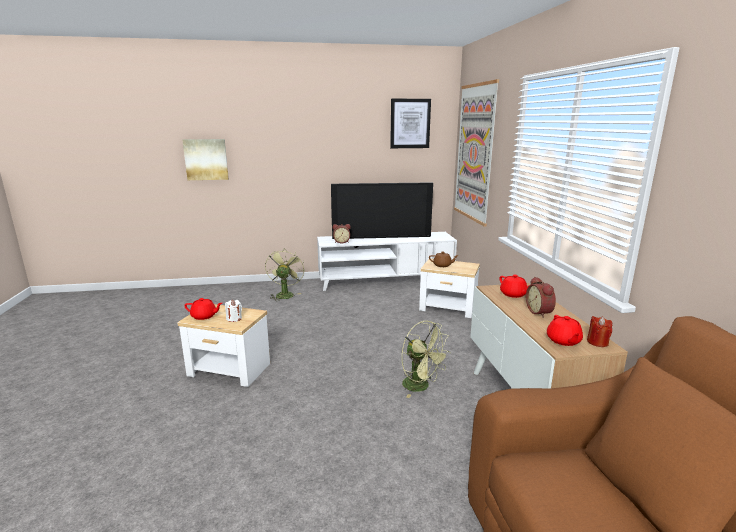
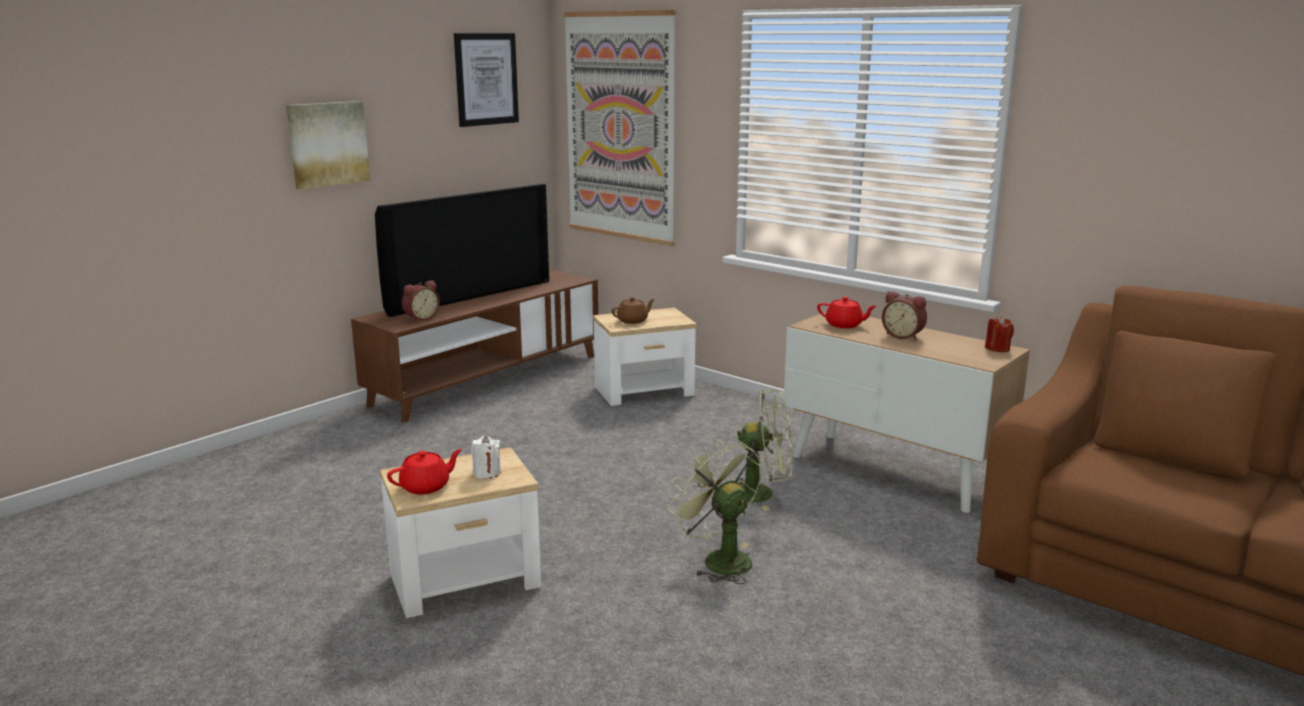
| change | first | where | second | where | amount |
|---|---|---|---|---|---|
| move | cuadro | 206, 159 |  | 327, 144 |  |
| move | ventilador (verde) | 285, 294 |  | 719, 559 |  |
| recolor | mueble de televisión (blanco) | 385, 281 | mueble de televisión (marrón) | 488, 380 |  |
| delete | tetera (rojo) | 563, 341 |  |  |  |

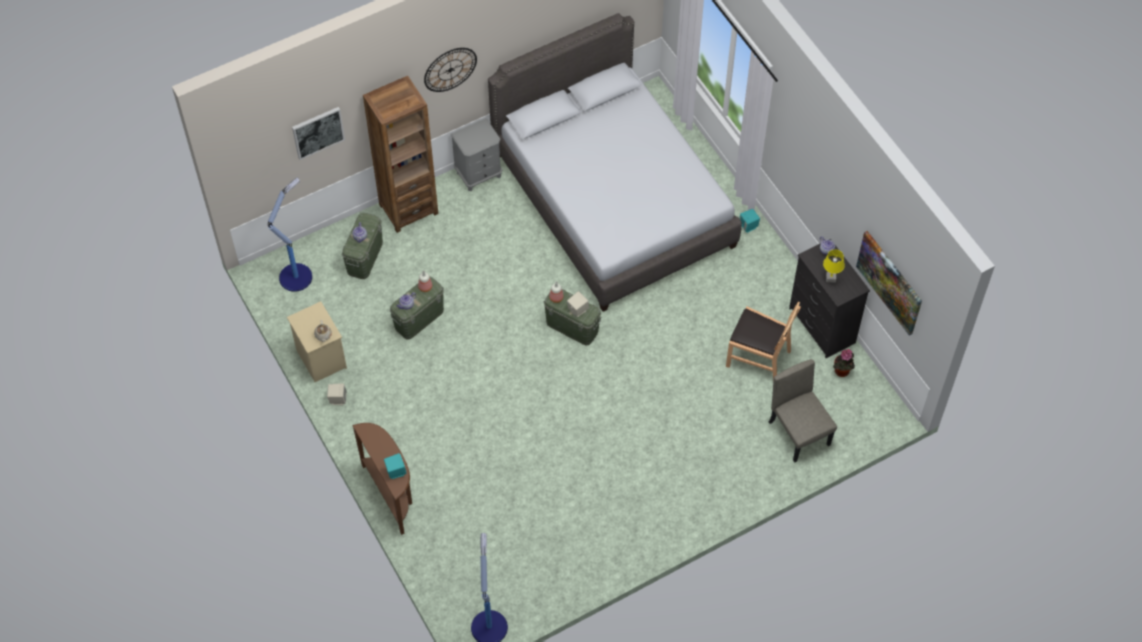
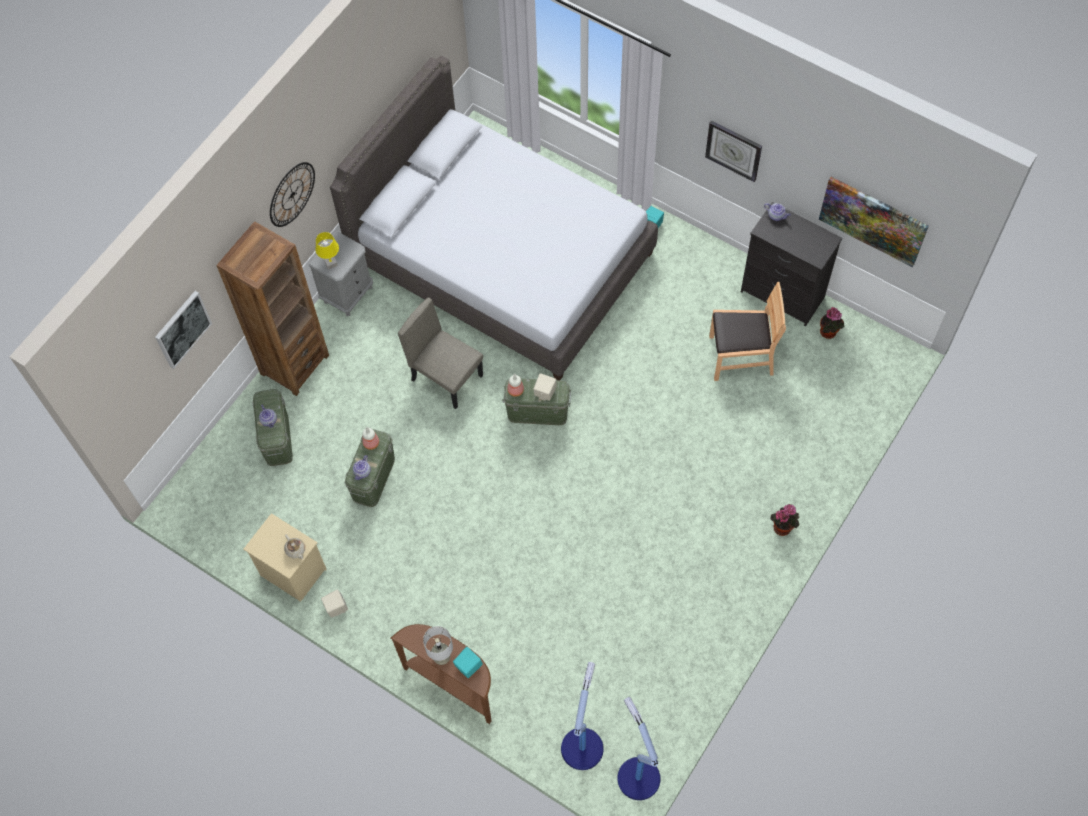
| change | first | where | second | where | amount |
|---|---|---|---|---|---|
| move | lámpara de pie | 296, 276 |  | 582, 746 |  |
| move | silla (beis) | 799, 433 |  | 447, 377 |  |
| move | lámpara de mesa (amarillo) | 830, 278 |  | 331, 264 |  |
| insert |  |  | lámpara de mesa (gris) | 441, 657 |  |
| insert |  |  | reloj de pared | 733, 150 |  |
| insert |  |  | planta en maceta | 783, 526 |  |

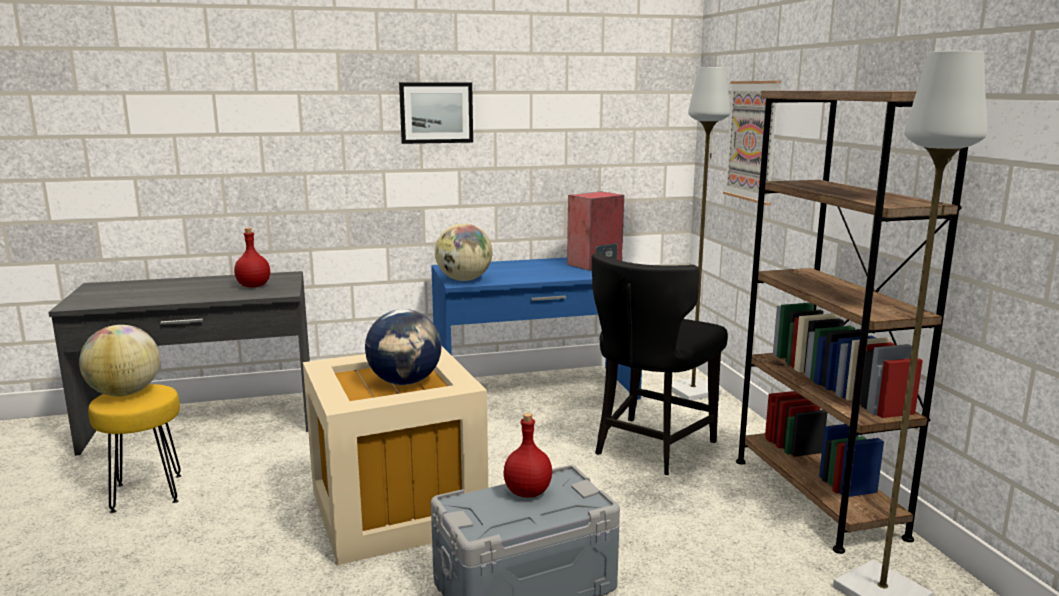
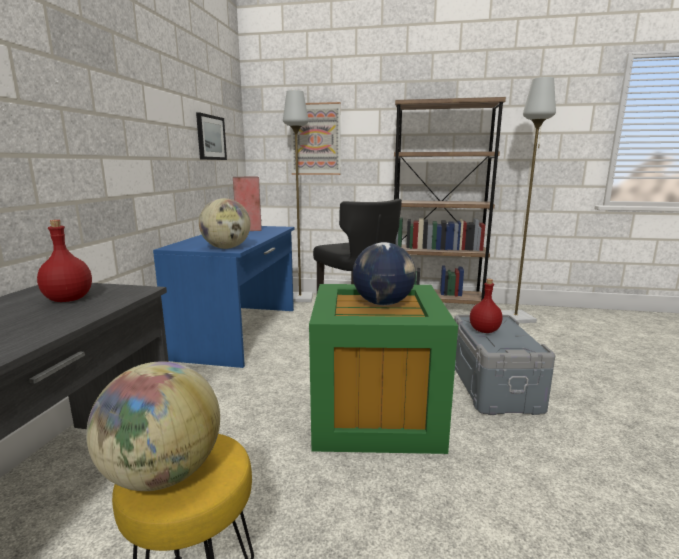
| change | first | where | second | where | amount |
|---|---|---|---|---|---|
| recolor | caja de almacenaje (beis) | 398, 508 | caja de almacenaje (verde) | 373, 412 |  |
| move | cuadro | 436, 112 |  | 210, 137 |  |

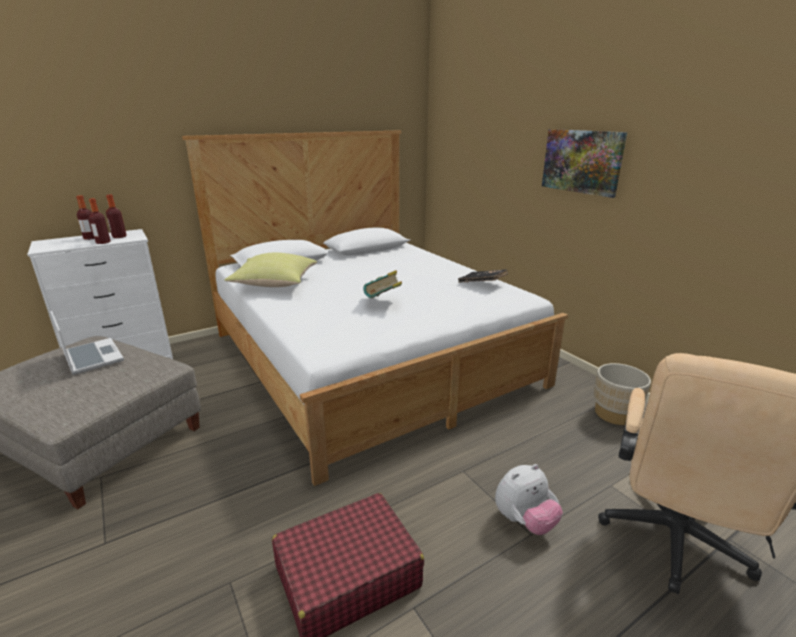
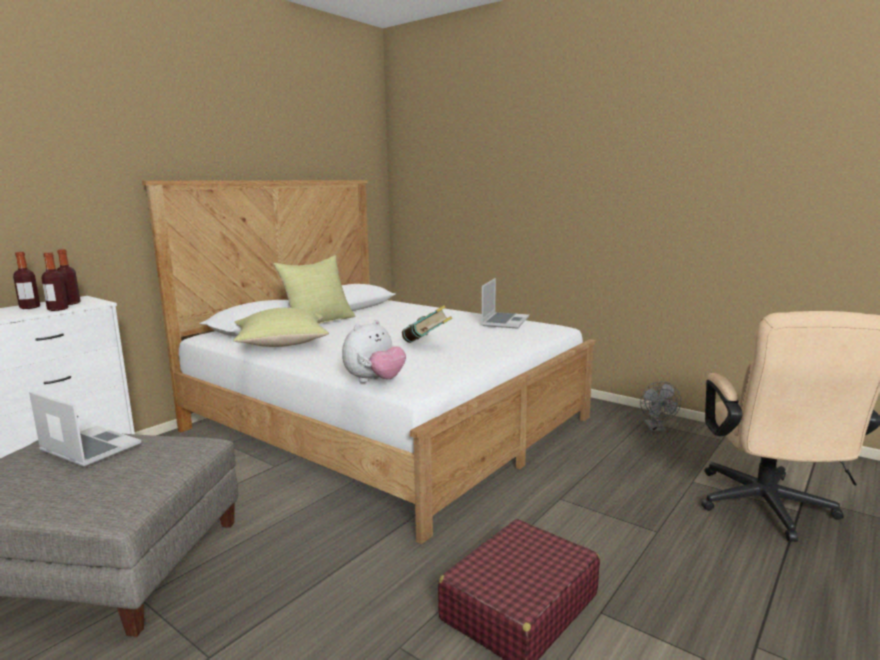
| change | first | where | second | where | amount |
|---|---|---|---|---|---|
| replace | libro (negro) | 482, 283 | portátil | 504, 321 |  |
| move | peluche | 524, 521 |  | 374, 381 |  |
| delete | cuadro | 582, 161 |  |  |  |
| replace | maceta (beis) | 615, 414 | ventilador (gris) | 656, 429 |  |
| insert |  |  | cojín (amarillo) | 318, 322 |  |

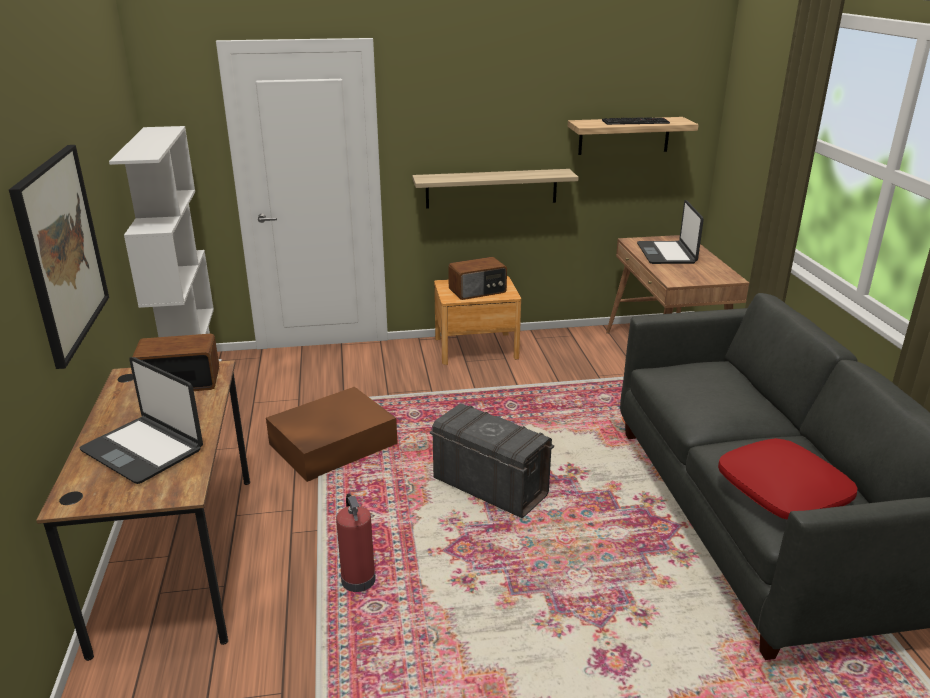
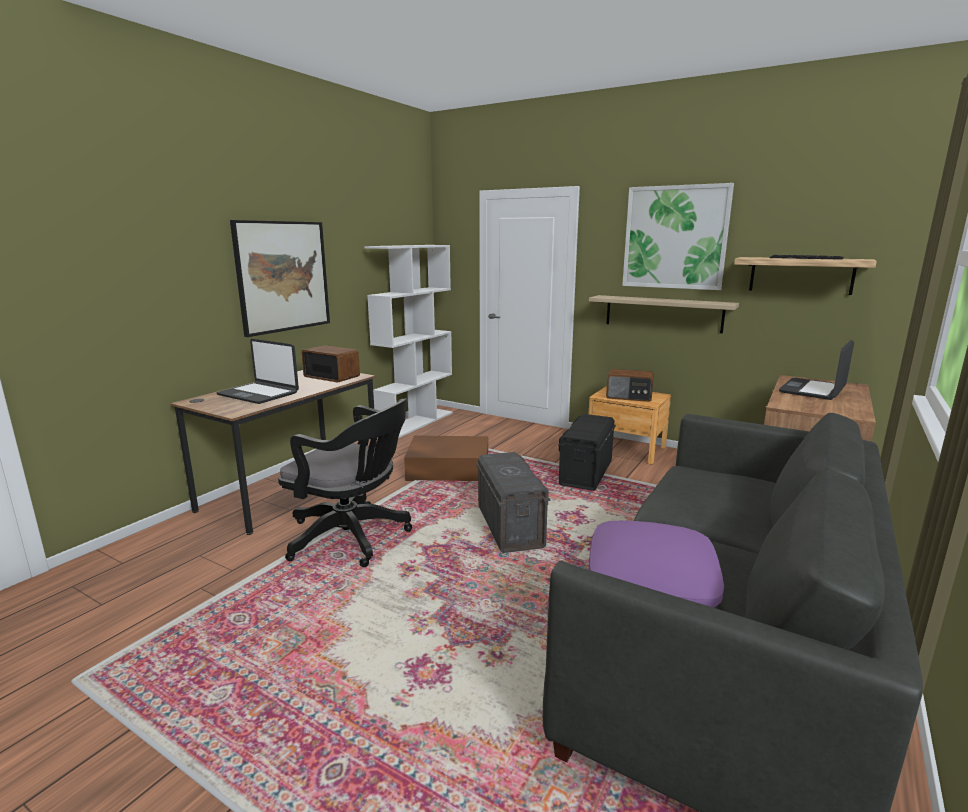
| change | first | where | second | where | amount |
|---|---|---|---|---|---|
| rotate | portátil | 144, 450 |  | 259, 394 | 45 degrees counterclockwise |
| replace | extintor | 358, 579 | silla de oficina (negro) | 353, 538 |  |
| recolor | cojín (rojo) | 783, 491 | cojín (morado) | 652, 578 |  |
| insert |  |  | caja de almacenaje (negro) | 585, 473 |  |
| insert |  |  | cuadro | 675, 237 |  |

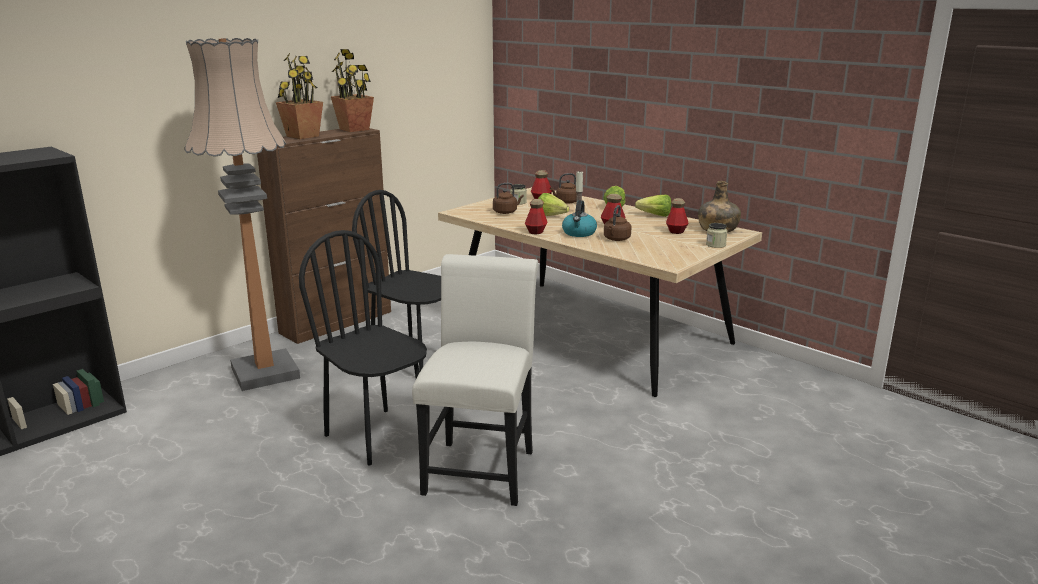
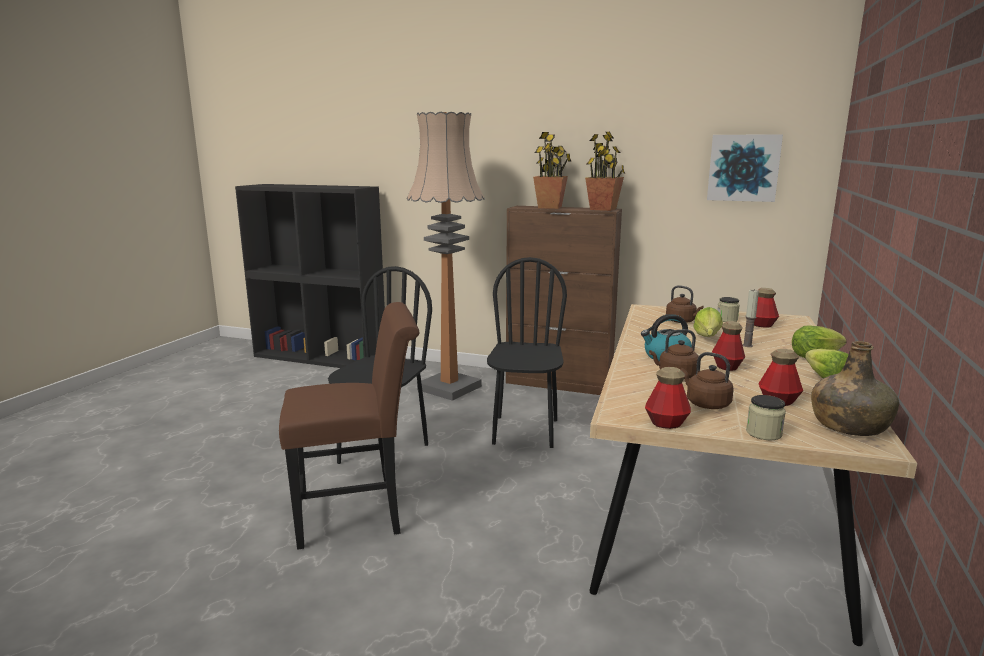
| change | first | where | second | where | amount |
|---|---|---|---|---|---|
| recolor | silla (blanco) | 481, 467 | silla (marrón) | 358, 513 |  |
| move | botella | 536, 232 |  | 666, 423 |  |
| move | hervidor (marrón) | 566, 202 |  | 705, 404 |  |
| insert |  |  | cuadro | 743, 168 |  |

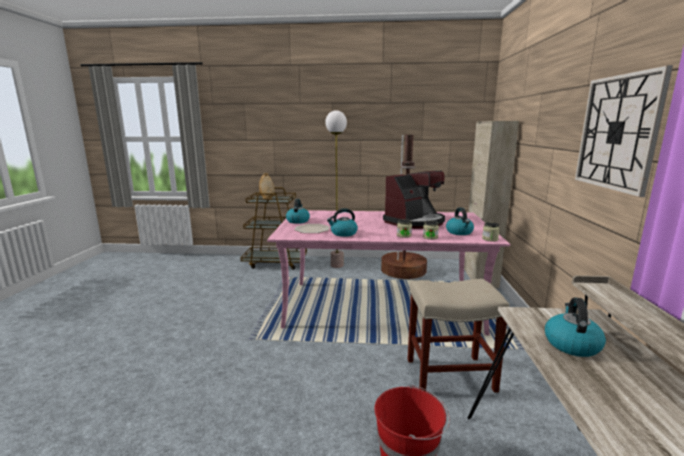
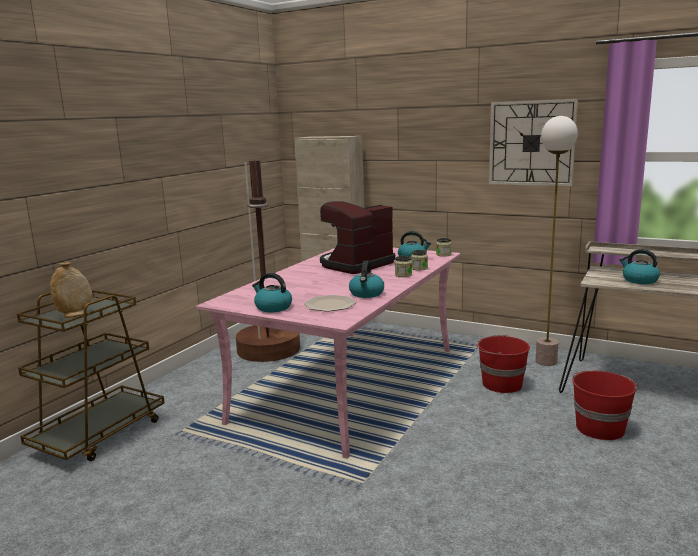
| change | first | where | second | where | amount |
|---|---|---|---|---|---|
| move | lámpara de pie | 337, 265 |  | 546, 362 |  |
| rotate | cafetera | 415, 222 |  | 355, 264 | 120 degrees counterclockwise |
| replace | taburete (beis) | 448, 375 | cubo (rojo) | 501, 384 |  |

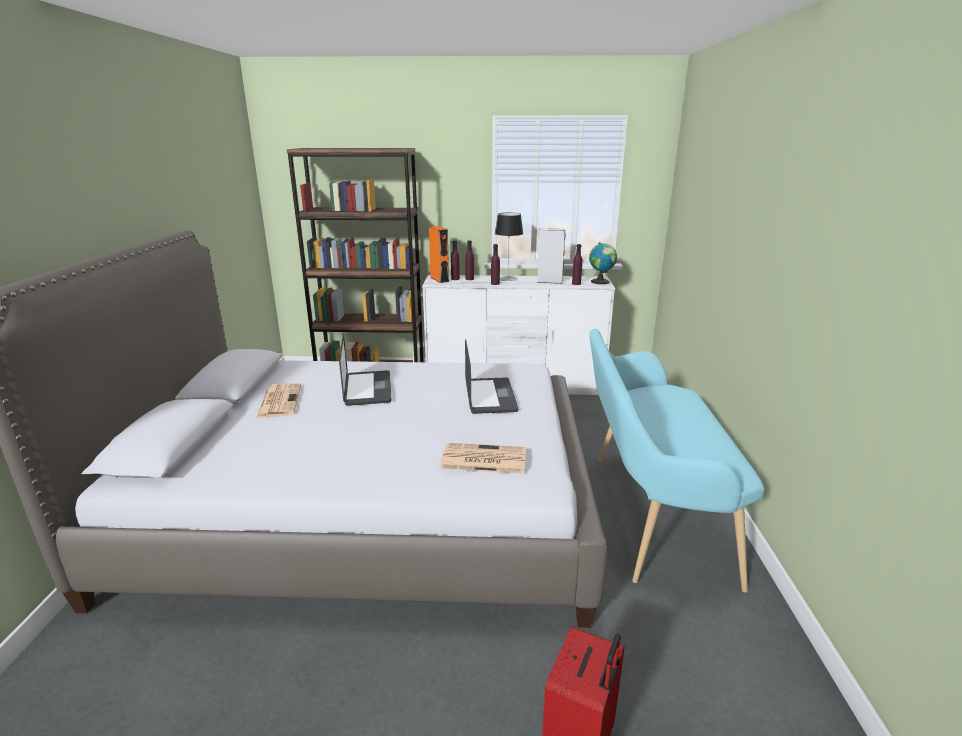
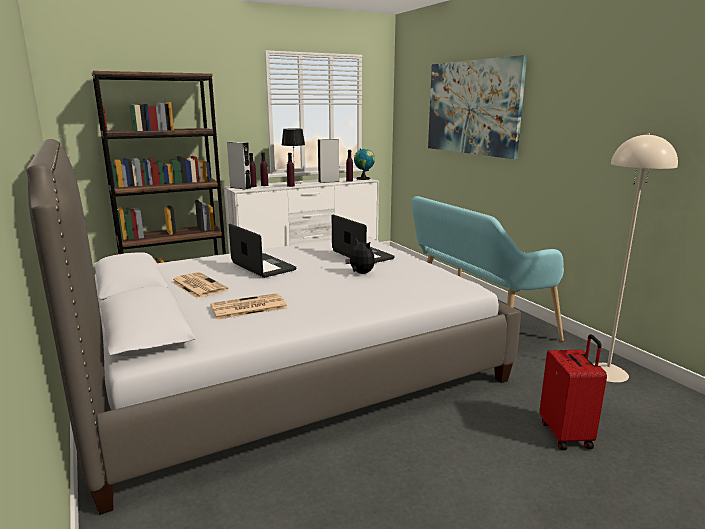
| change | first | where | second | where | amount |
|---|---|---|---|---|---|
| recolor | altavoz (naranja) | 439, 279 | altavoz (gris) | 240, 188 |  |
| move | periódico | 482, 459 |  | 247, 307 |  |
| insert |  |  | peluche | 360, 273 |  |
| insert |  |  | cuadro | 472, 107 |  |
| insert |  |  | lámpara de pie (beis) | 607, 372 |  |

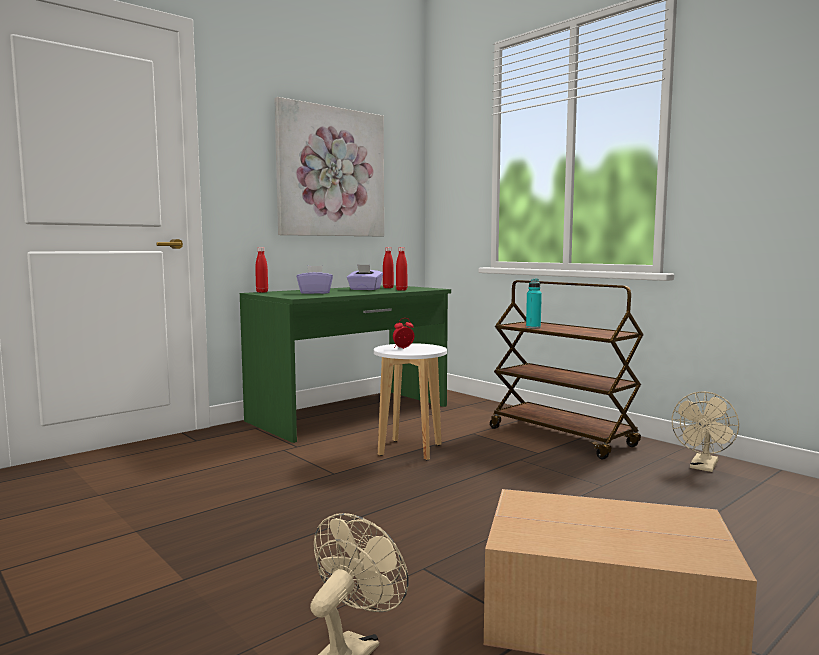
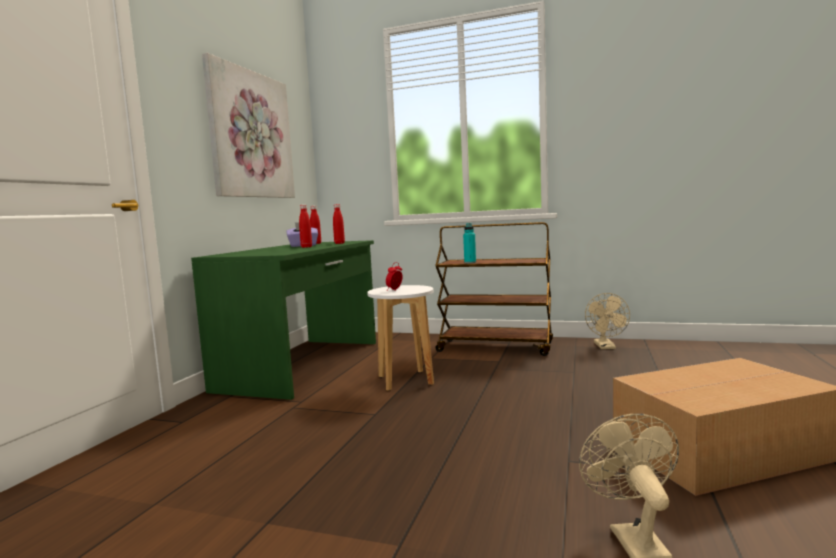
| change | first | where | second | where | amount |
|---|---|---|---|---|---|
| move | botella (rojo) | 262, 292 |  | 306, 247 |  |
| delete | caja de pañuelos (morado) | 315, 293 |  |  |  |

